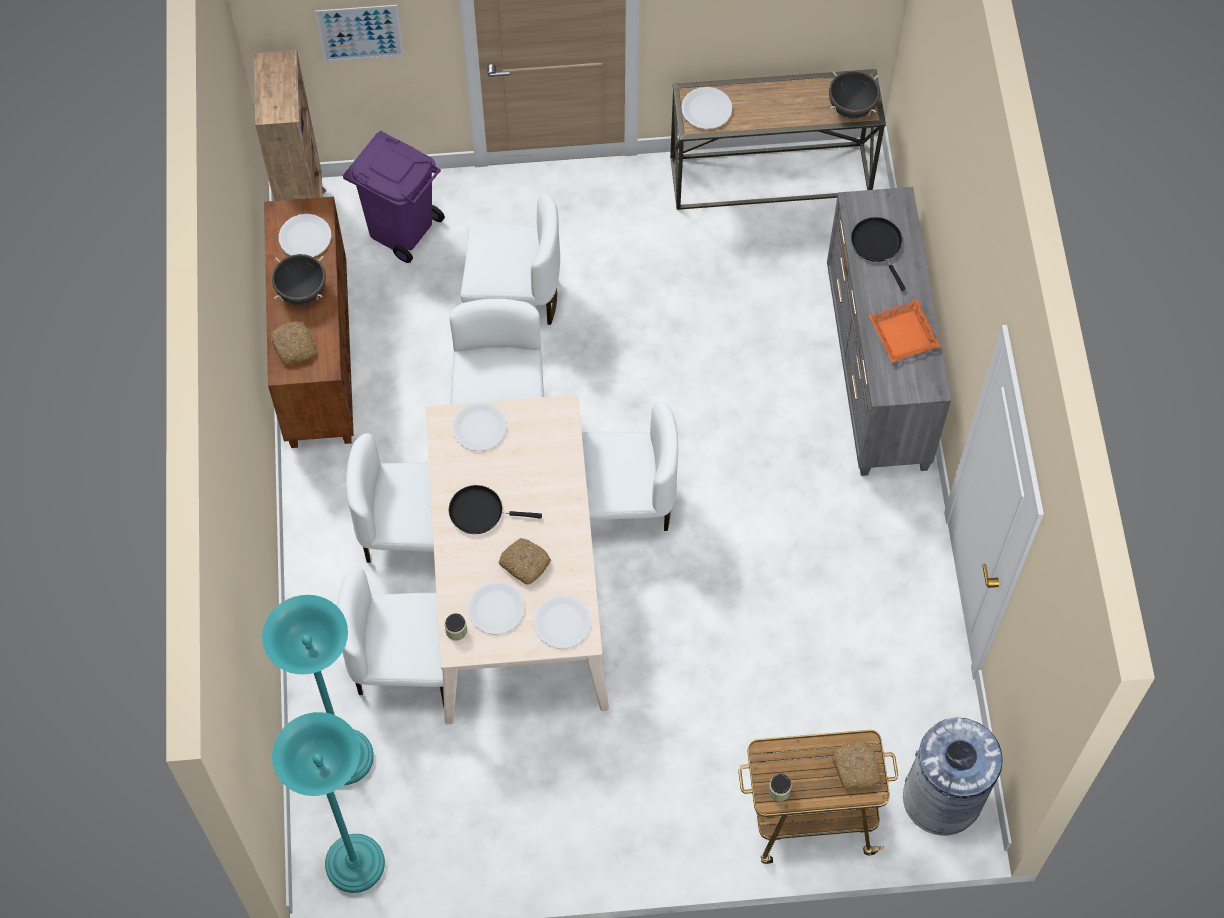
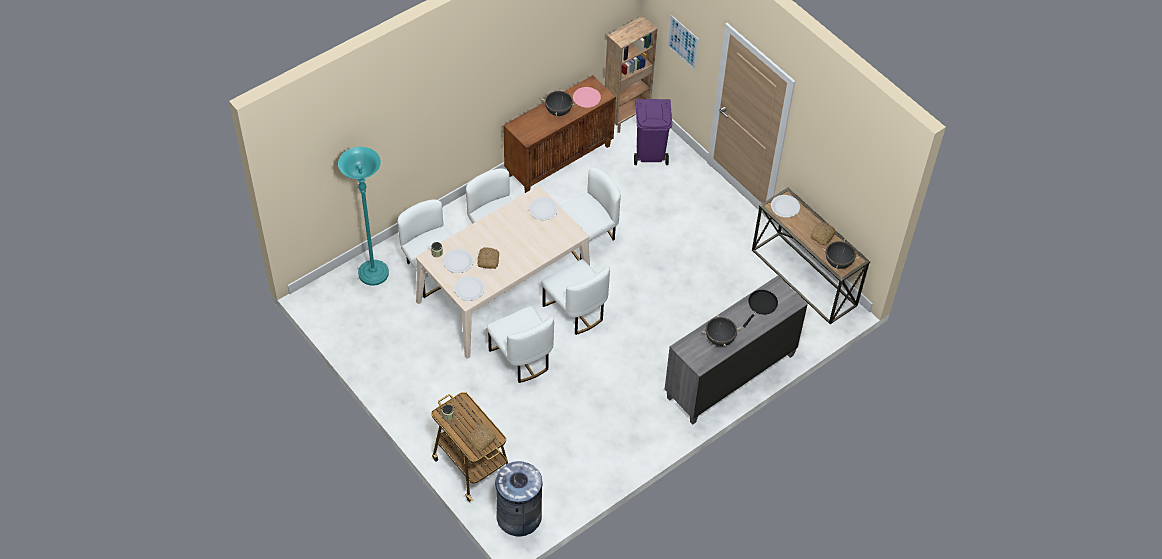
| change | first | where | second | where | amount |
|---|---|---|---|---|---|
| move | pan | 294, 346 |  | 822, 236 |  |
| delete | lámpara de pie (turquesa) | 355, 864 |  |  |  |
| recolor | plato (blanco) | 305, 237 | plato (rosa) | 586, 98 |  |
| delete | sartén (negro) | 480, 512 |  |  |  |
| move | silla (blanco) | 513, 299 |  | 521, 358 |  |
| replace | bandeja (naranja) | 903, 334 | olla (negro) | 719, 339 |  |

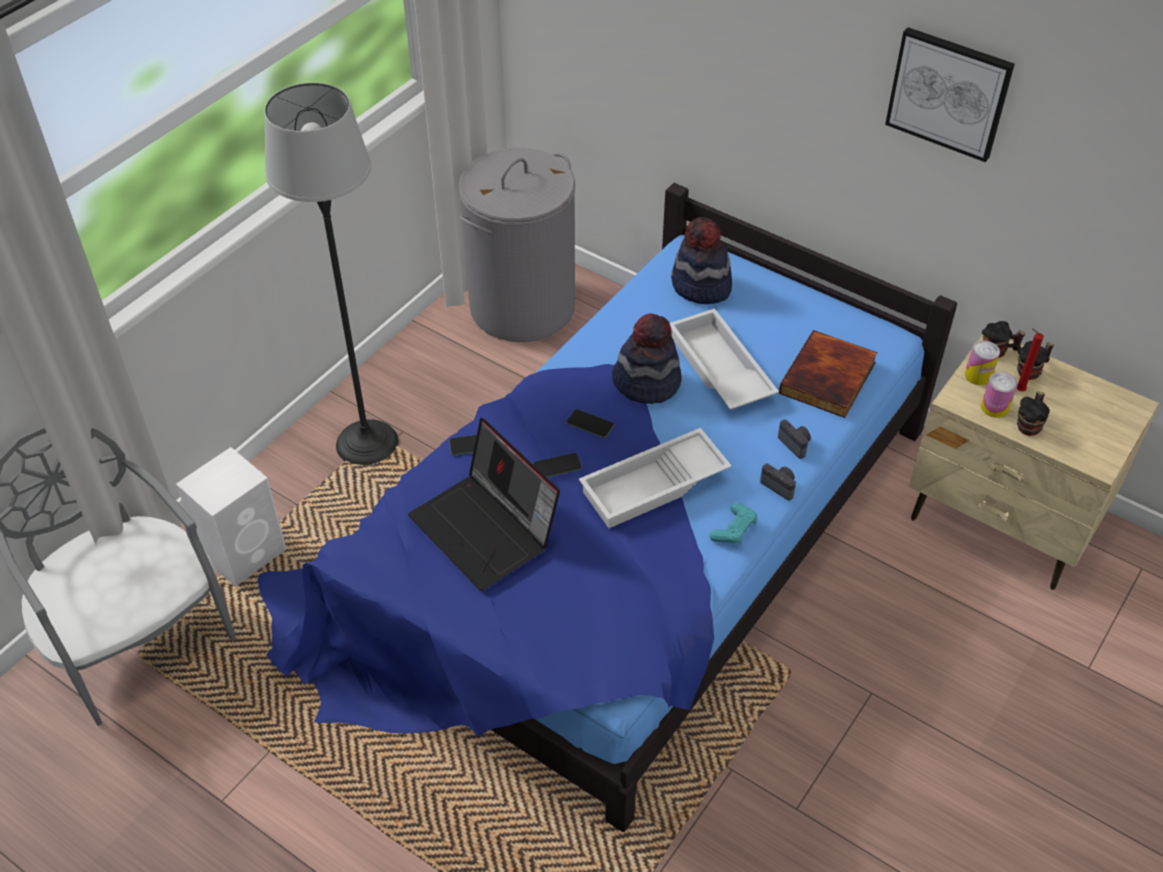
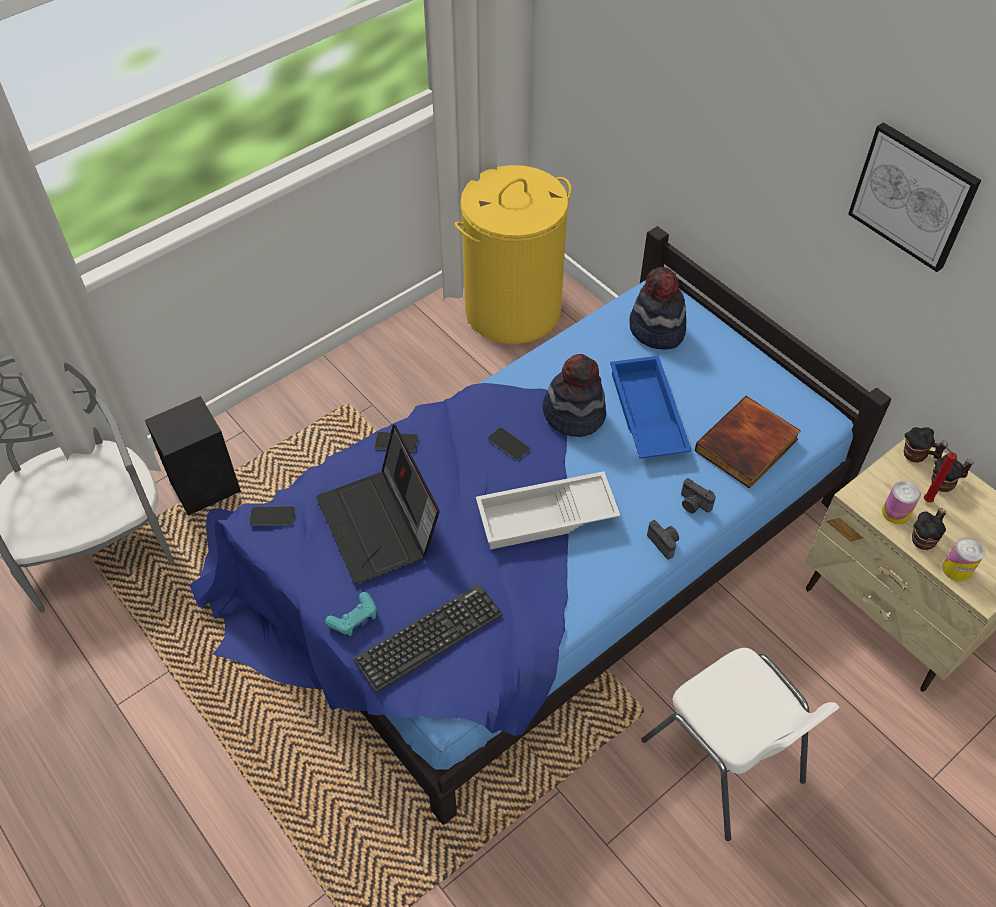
| change | first | where | second | where | amount |
|---|---|---|---|---|---|
| recolor | altavoz (blanco) | 245, 552 | altavoz (negro) | 207, 486 |  |
| delete | lámpara de pie | 366, 443 |  |  |  |
| recolor | cesto de la ropa (gris) | 522, 306 | cesto de la ropa (amarillo) | 513, 309 |  |
| move | móvil | 557, 466 |  | 272, 516 |  |
| recolor | bandeja (blanco) | 718, 369 | bandeja (azul) | 645, 414 |  |
| move | mando de consola (turquesa) | 734, 530 |  | 354, 619 |  |
| rotate | cámara | 795, 444 |  | 693, 504 | 150 degrees clockwise |
| move | lata | 978, 375 |  | 956, 569 |  |
| insert |  |  | teclado | 429, 637 |  |
| insert |  |  | silla (blanco) | 724, 761 |  |

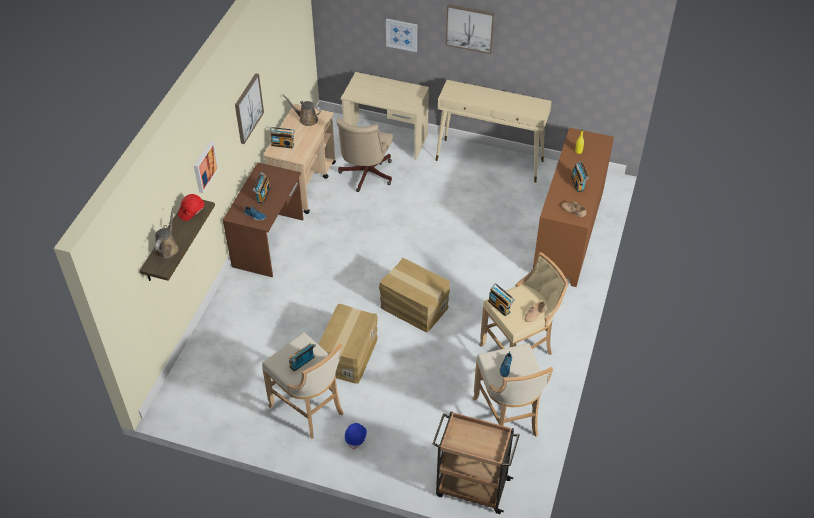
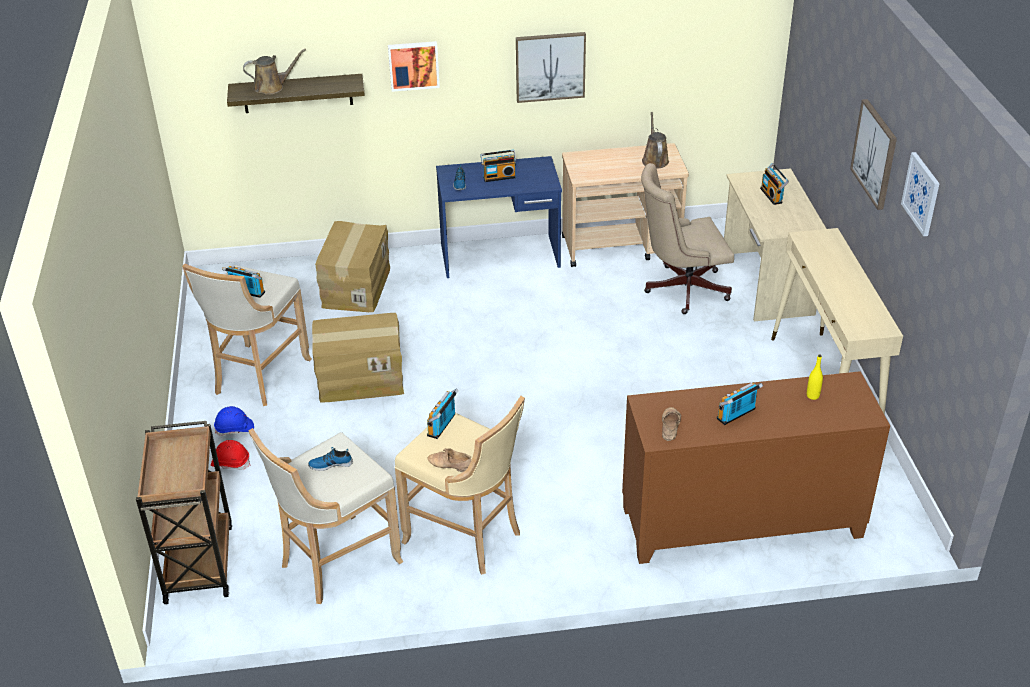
| change | first | where | second | where | amount |
|---|---|---|---|---|---|
| move | casco (rojo) | 191, 211 |  | 231, 462 |  |
| recolor | escritorio (marrón) | 269, 242 | escritorio (azul) | 500, 256 |  |
| move | radio | 283, 144 |  | 772, 195 |  |
| move | caja de cartón | 414, 307 |  | 355, 287 |  |
| move | cuadro | 401, 34 |  | 921, 193 |  |

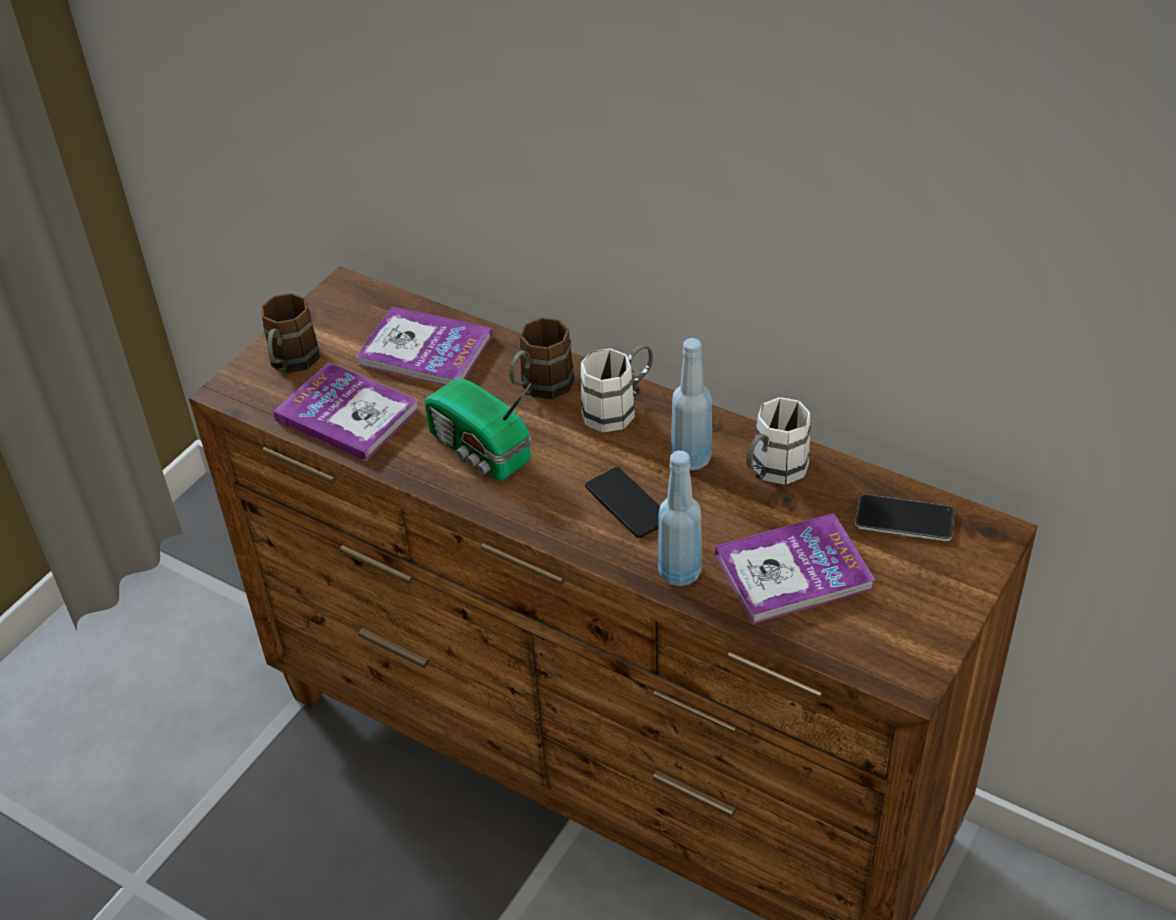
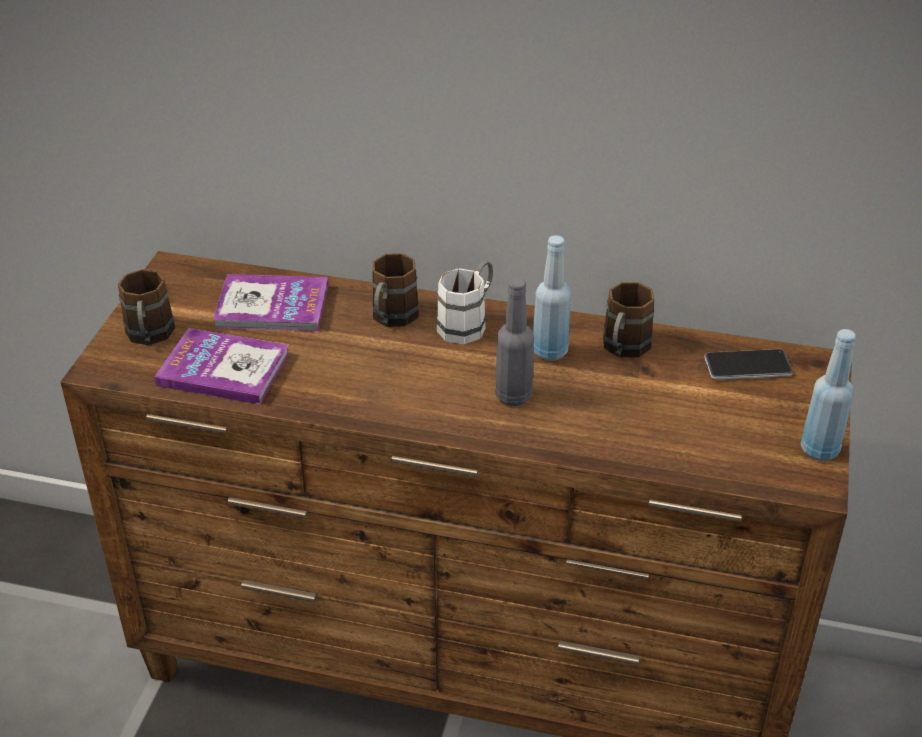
| change | first | where | second | where | amount |
|---|---|---|---|---|---|
| delete | radio | 480, 451 |  |  |  |
| replace | móvil | 627, 503 | botella (gris) | 513, 396 |  |
| move | botella (azul) | 679, 572 |  | 819, 449 |  |
| delete | libro | 793, 571 |  |  |  |
| recolor | taza grande (blanco) | 772, 472 | taza grande (marrón) | 623, 350 |  |

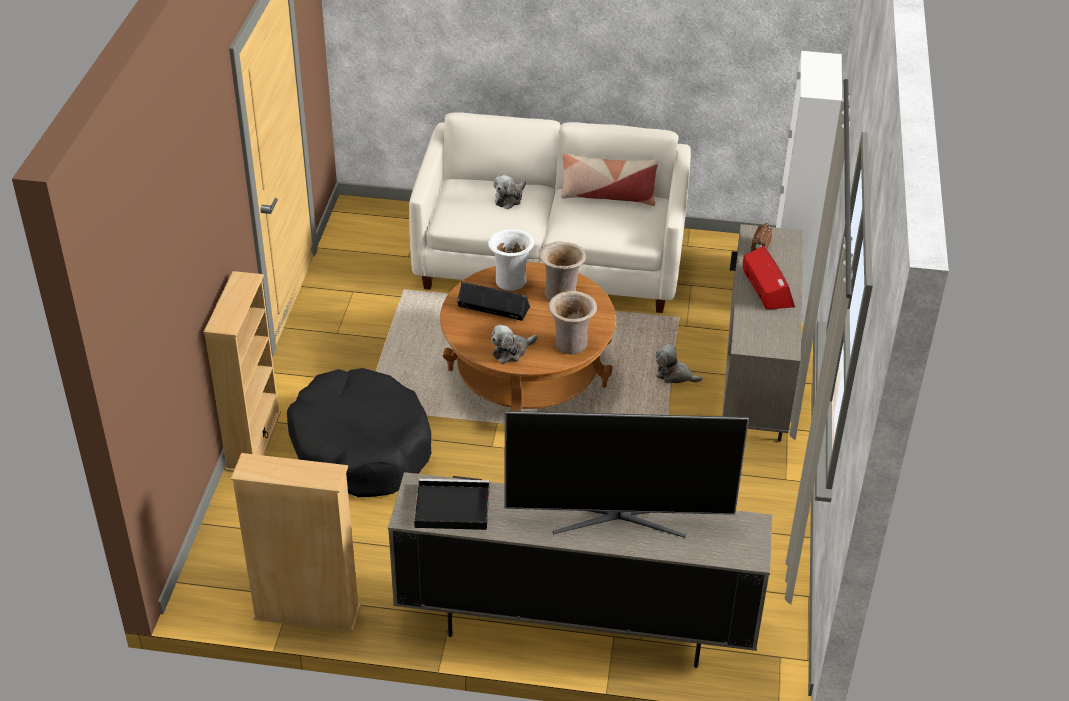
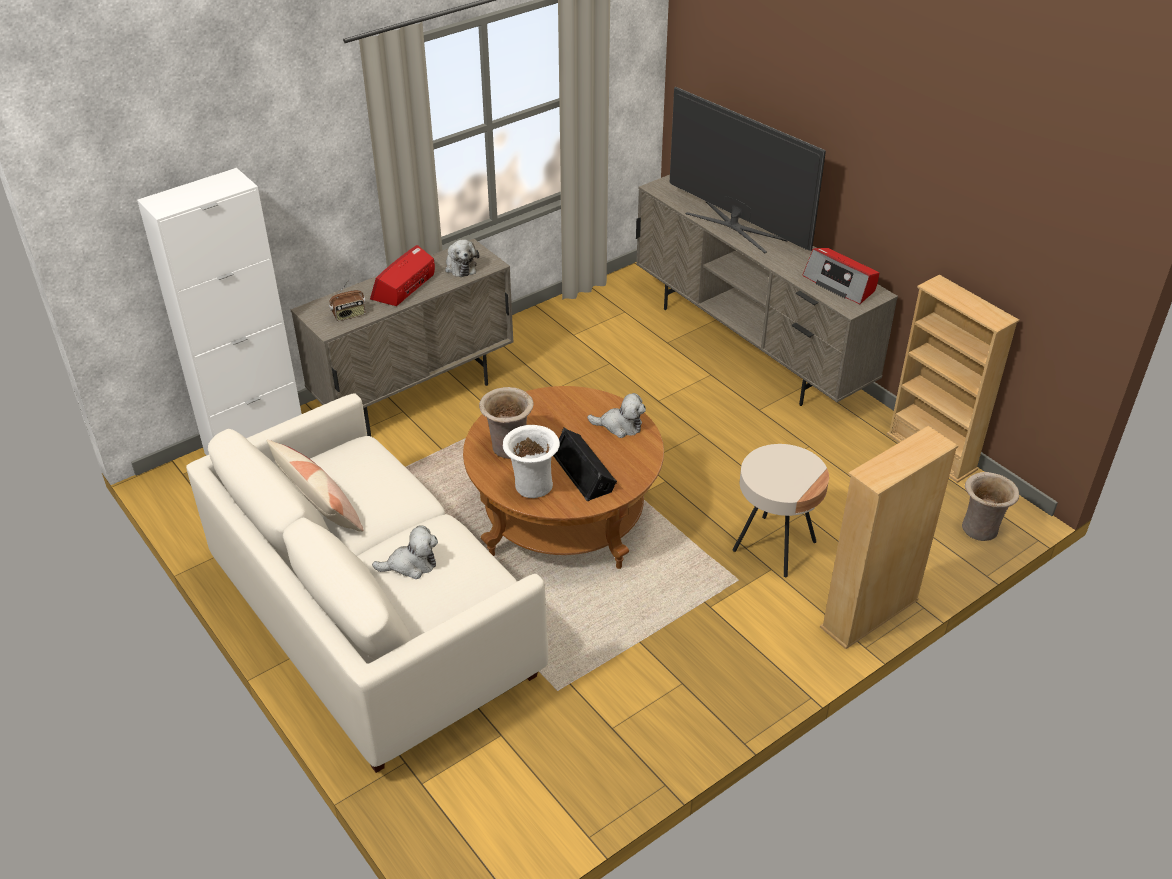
| change | first | where | second | where | amount |
|---|---|---|---|---|---|
| replace | cama para perro (negro) | 362, 447 | mesa auxiliar (beis) | 774, 546 |  |
| replace | bandeja (negro) | 450, 507 | radio | 840, 284 |  |
| move | florero (beis) | 571, 346 |  | 980, 528 |  |
| move | peluche | 674, 375 |  | 460, 266 |  |

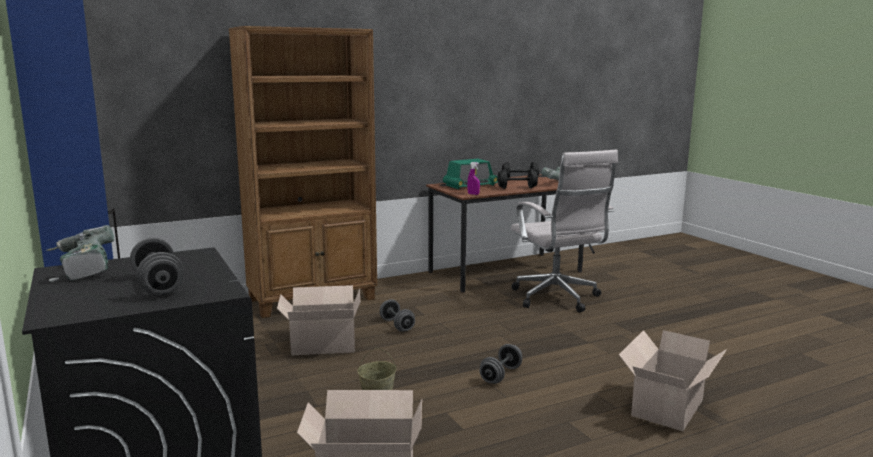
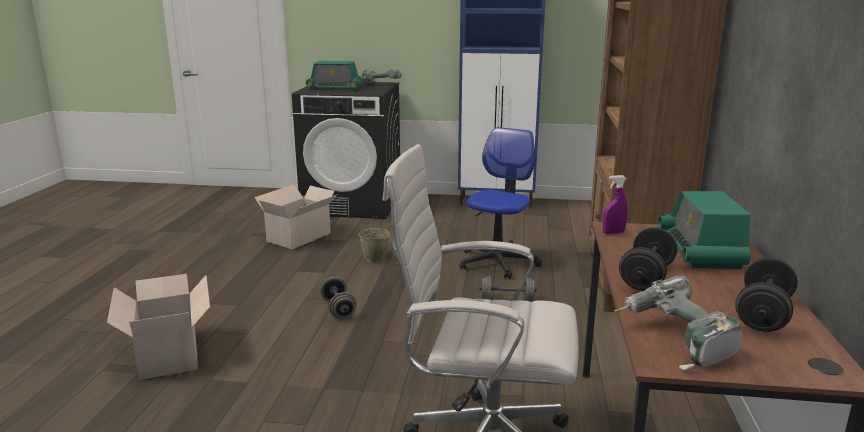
| change | first | where | second | where | amount |
|---|---|---|---|---|---|
| replace | mancuerna (gris) | 158, 285 | radio | 334, 88 |  |
| replace | caja de cartón | 321, 345 | silla de oficina | 497, 262 |  |

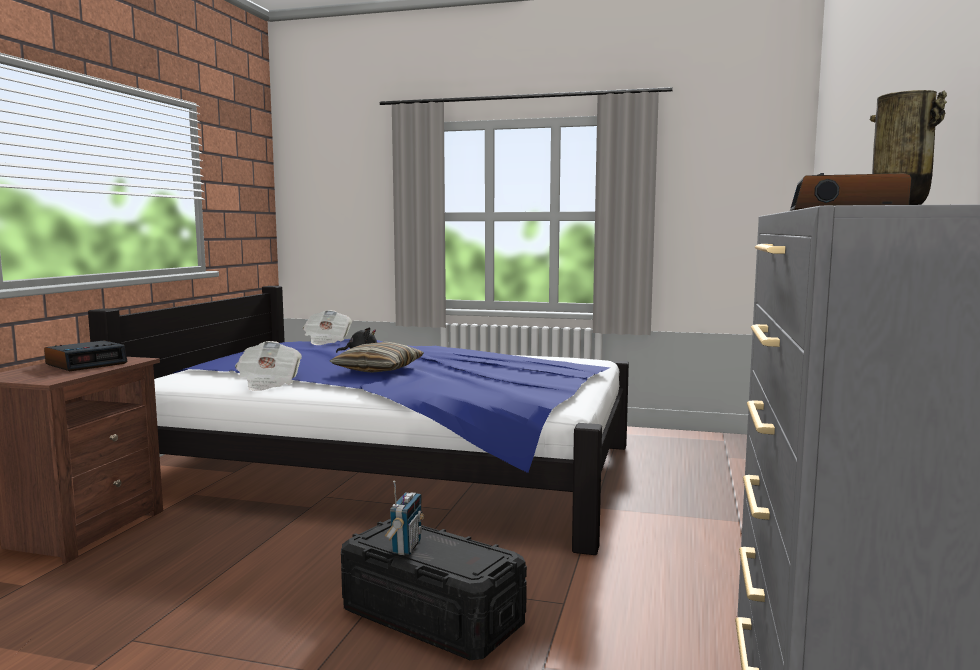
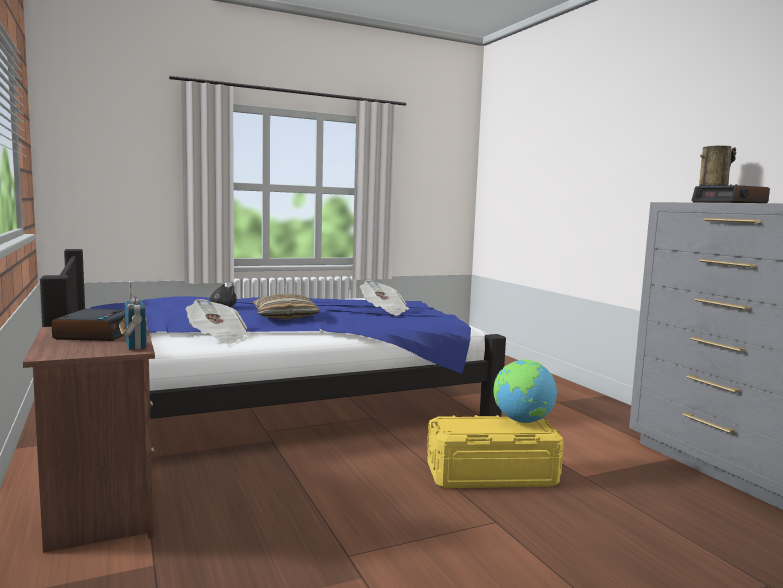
| change | first | where | second | where | amount |
|---|---|---|---|---|---|
| move | periódico | 327, 341 |  | 384, 311 |  |
| recolor | caja de almacenaje (negro) | 432, 617 | caja de almacenaje (amarillo) | 491, 475 |  |
| move | radio | 405, 547 |  | 134, 346 |  |
| insert |  |  | globo terráqueo | 522, 421 |  |

